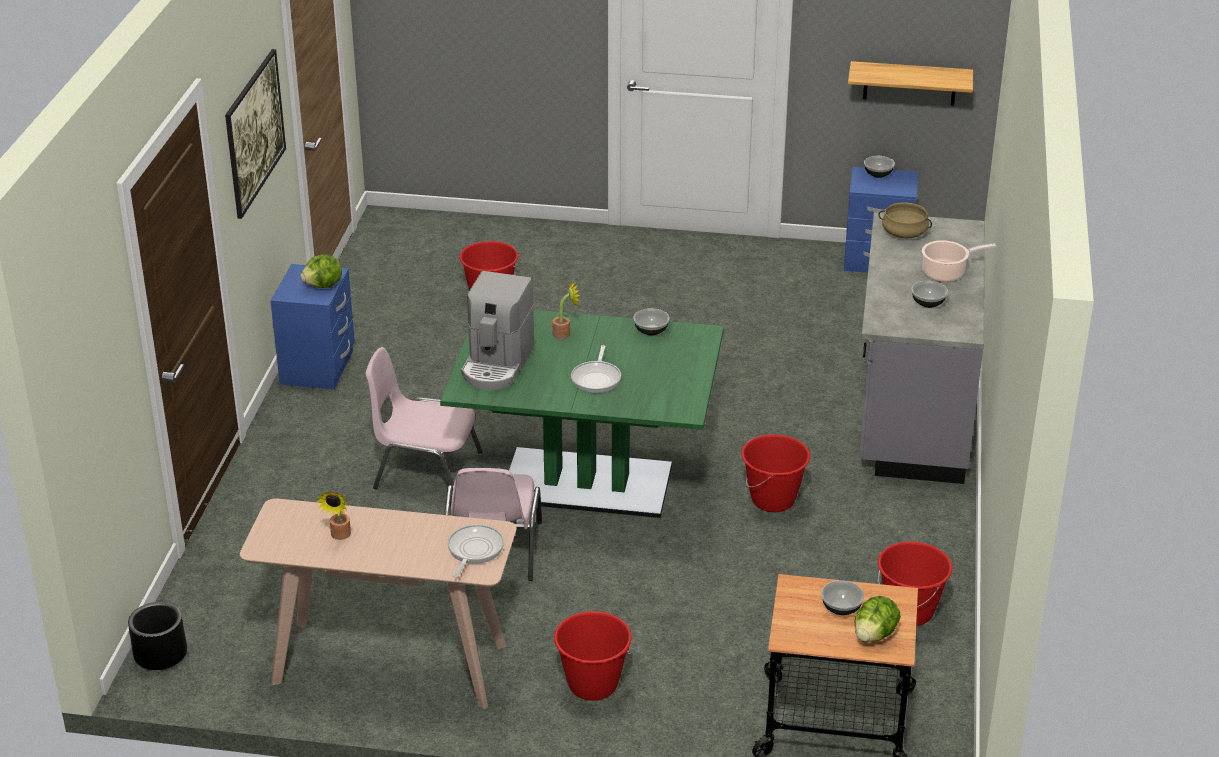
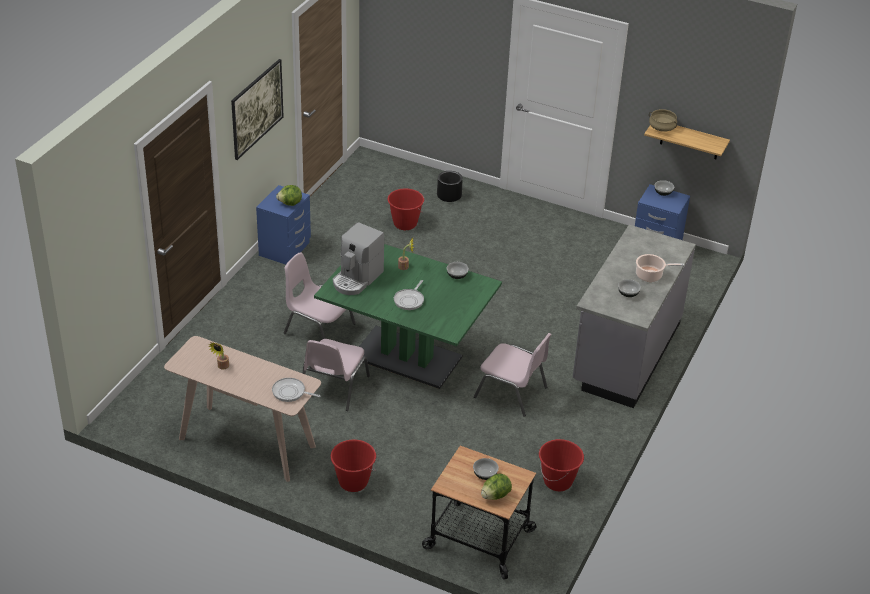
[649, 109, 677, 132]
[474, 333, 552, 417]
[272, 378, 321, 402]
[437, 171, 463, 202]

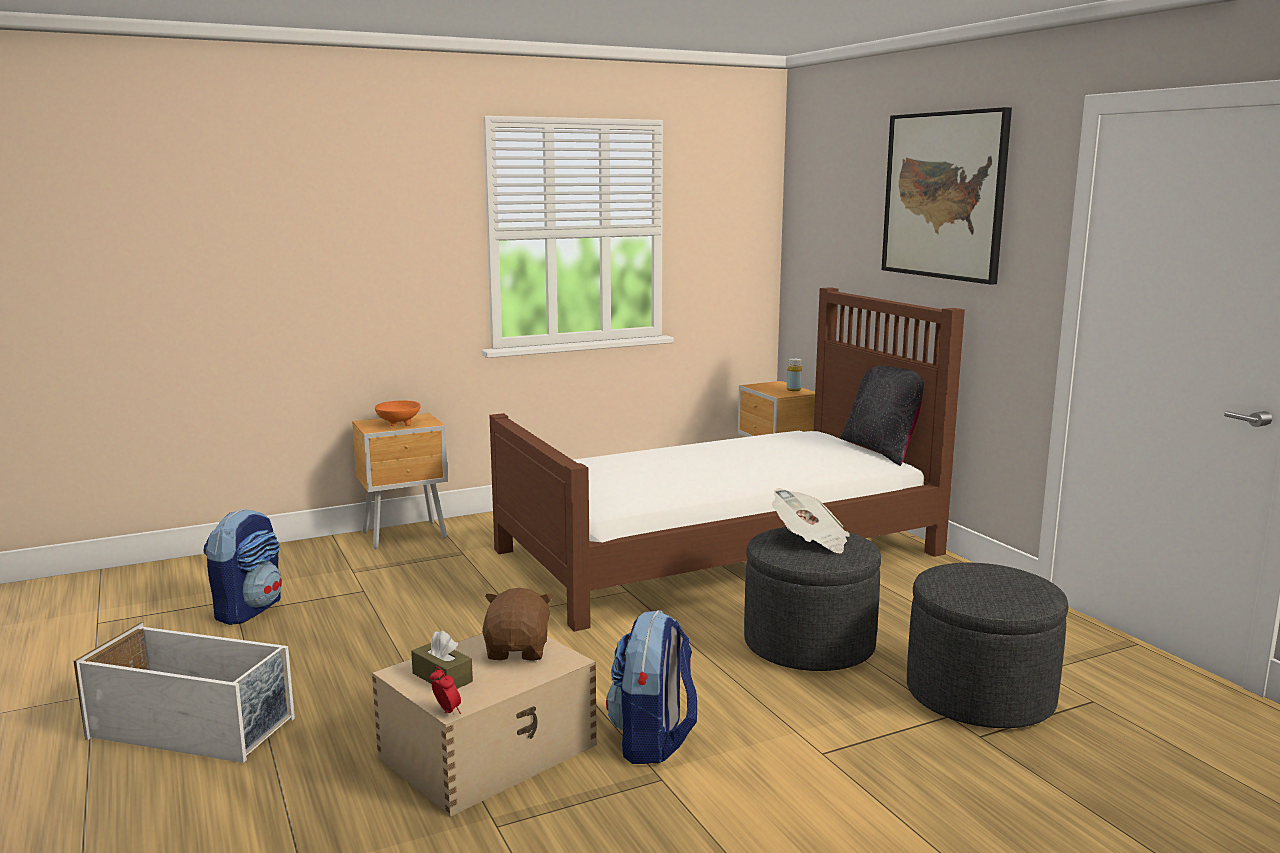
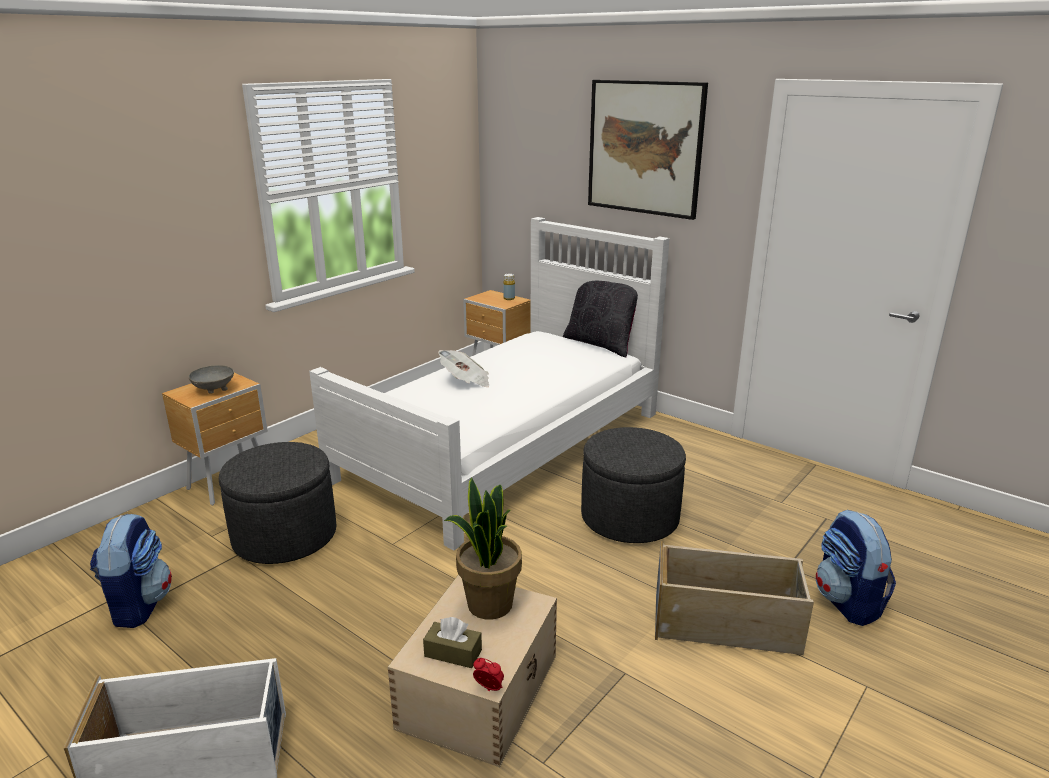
[309, 217, 670, 550]
[189, 365, 234, 394]
[438, 350, 489, 387]
[219, 442, 336, 564]
[444, 477, 522, 620]
[815, 510, 896, 626]
[655, 541, 814, 655]

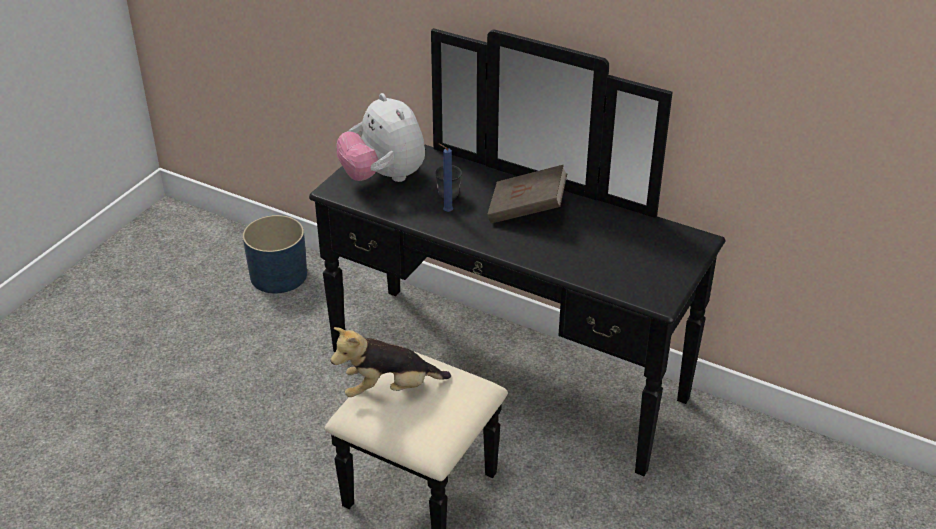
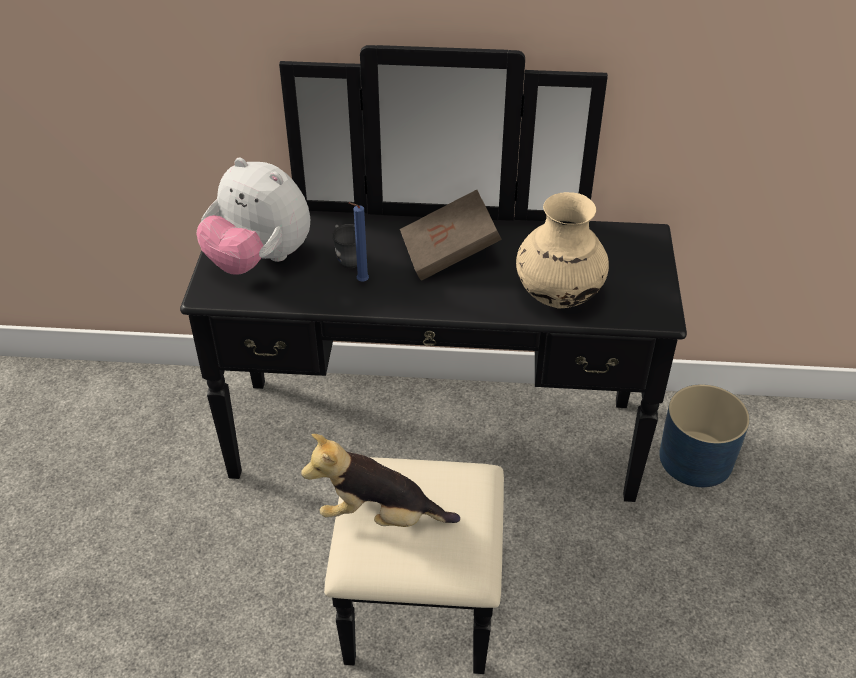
[659, 384, 750, 487]
[301, 434, 460, 527]
[516, 192, 609, 309]

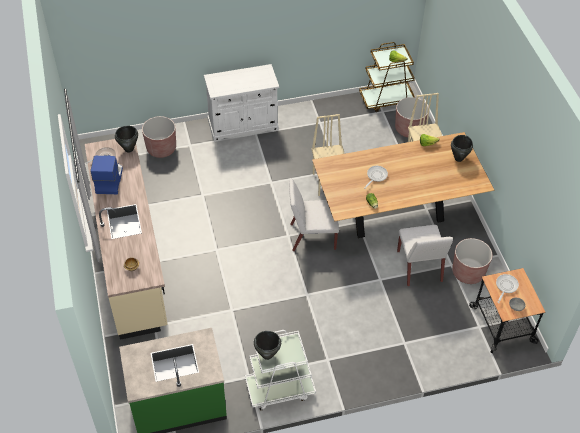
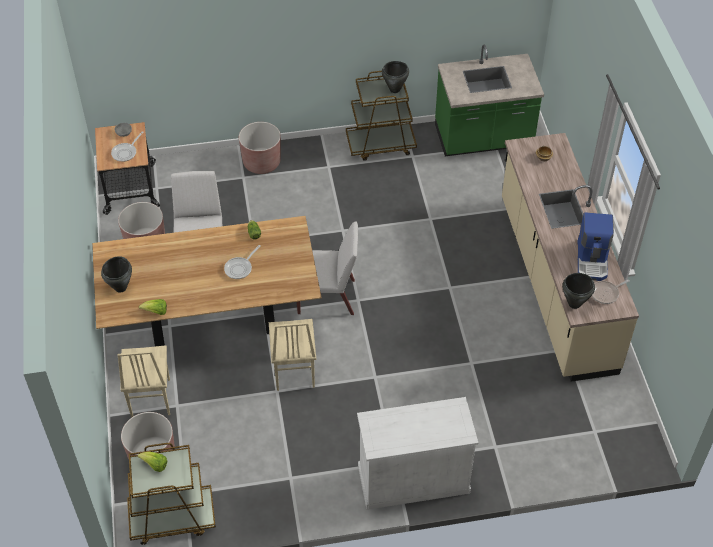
[239, 122, 281, 174]
[346, 71, 417, 161]

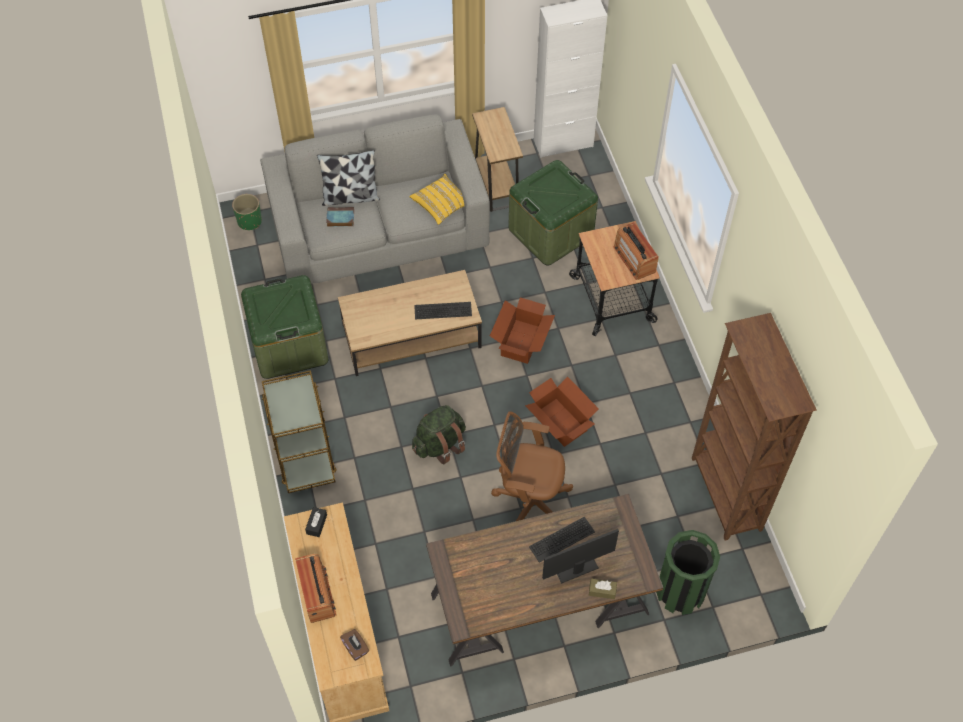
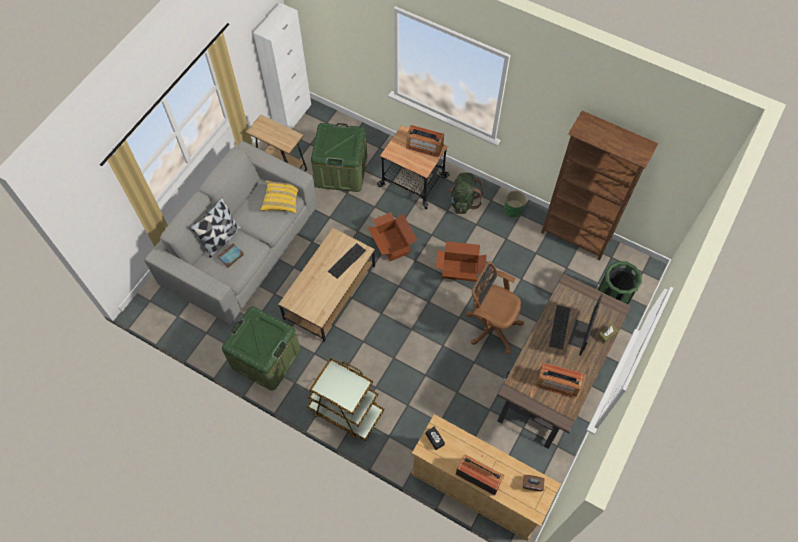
[504, 190, 526, 218]
[448, 172, 483, 214]
[466, 262, 524, 354]
[536, 363, 584, 398]

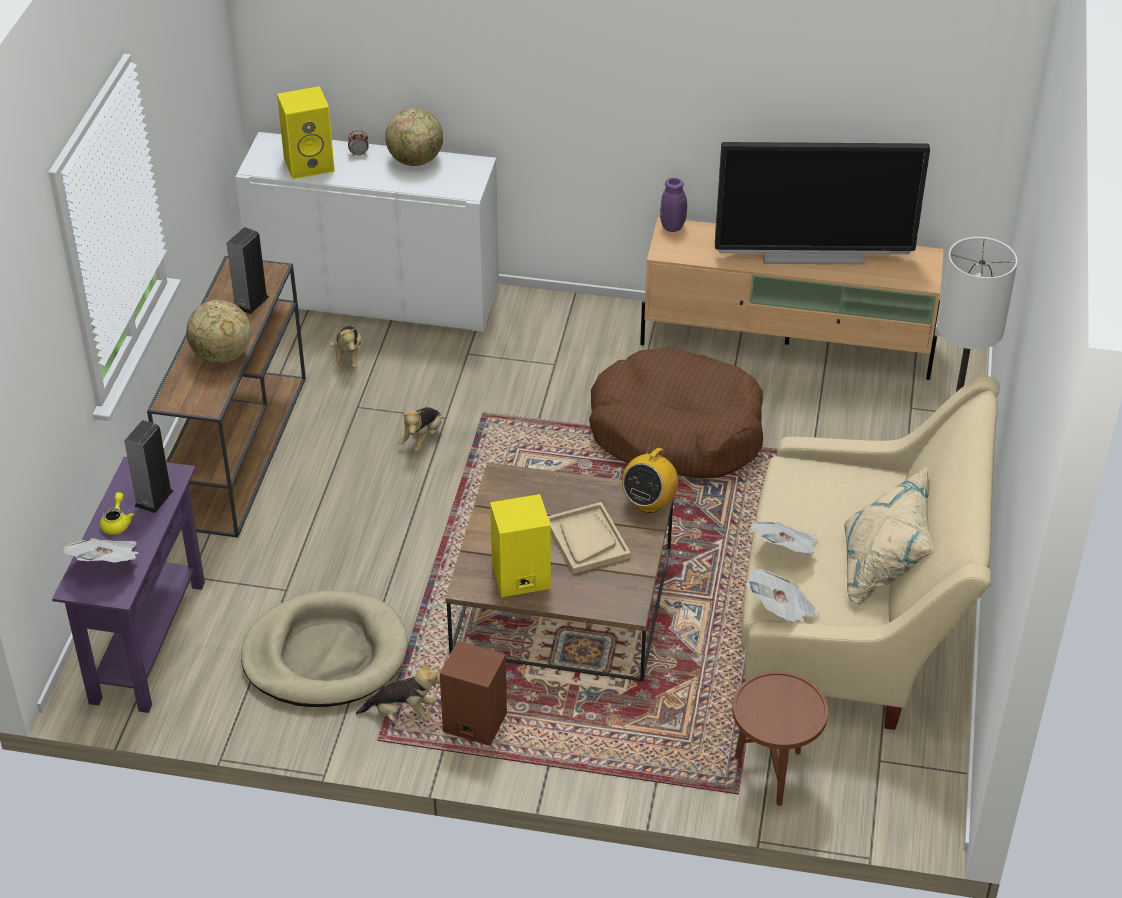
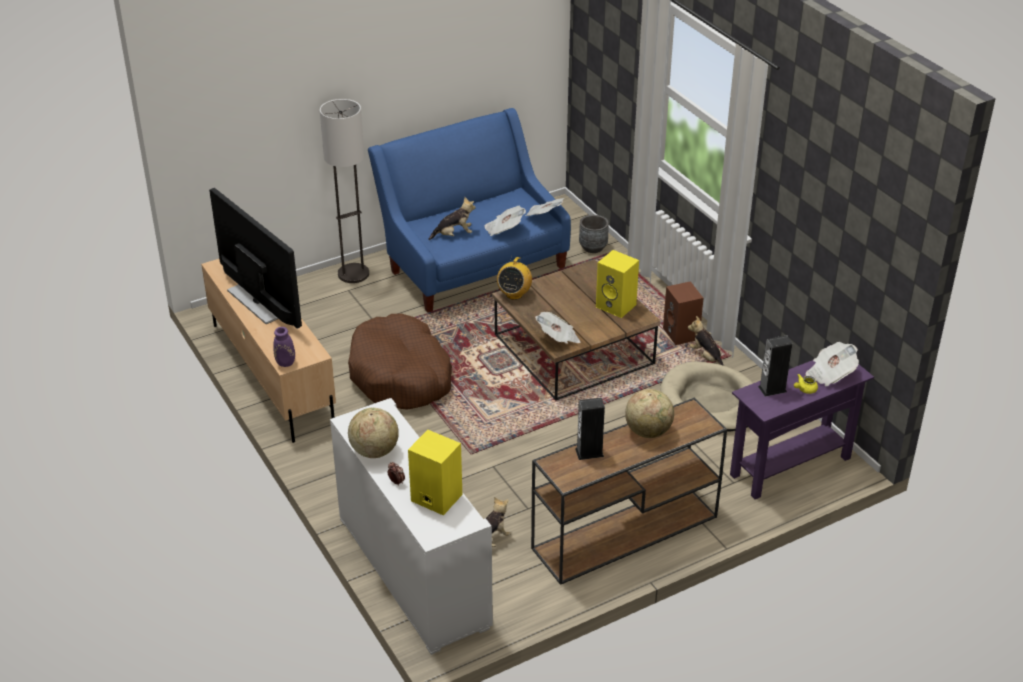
[368, 108, 571, 313]
[428, 197, 476, 240]
[497, 257, 532, 300]
[844, 466, 934, 608] (first image)
[548, 502, 631, 574] (first image)
[579, 215, 609, 253]
[535, 312, 580, 344]

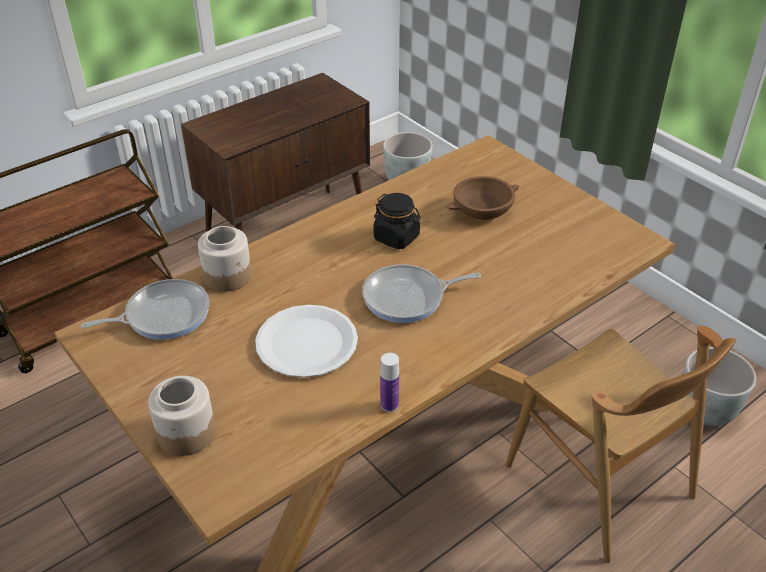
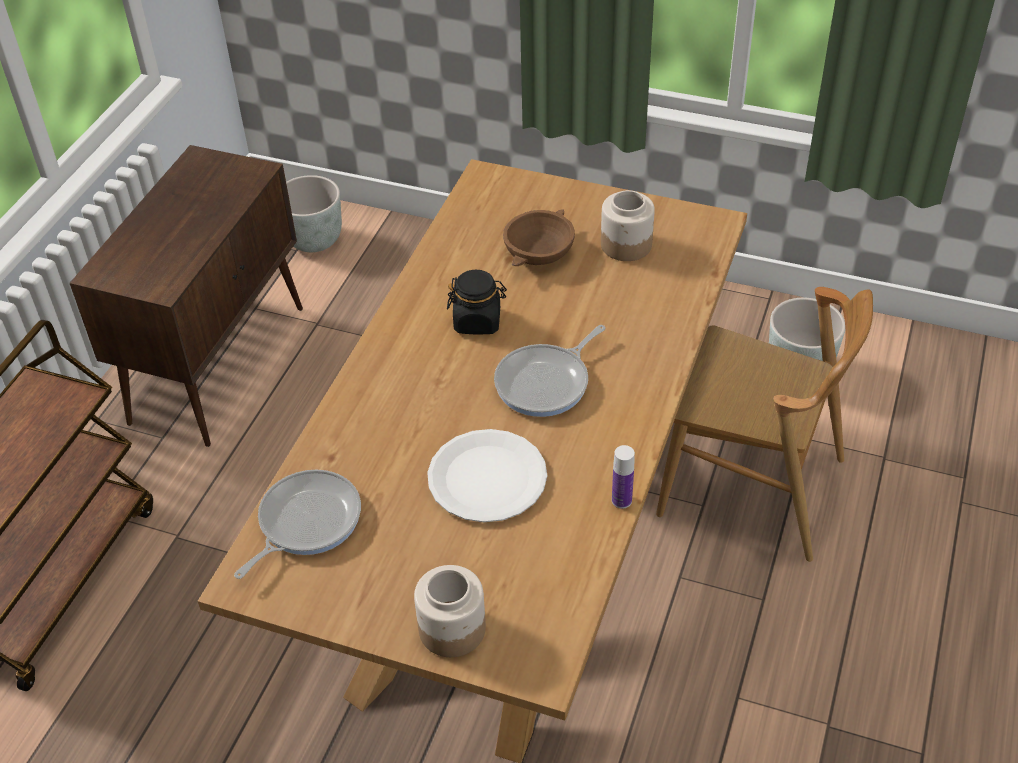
[601, 190, 655, 261]

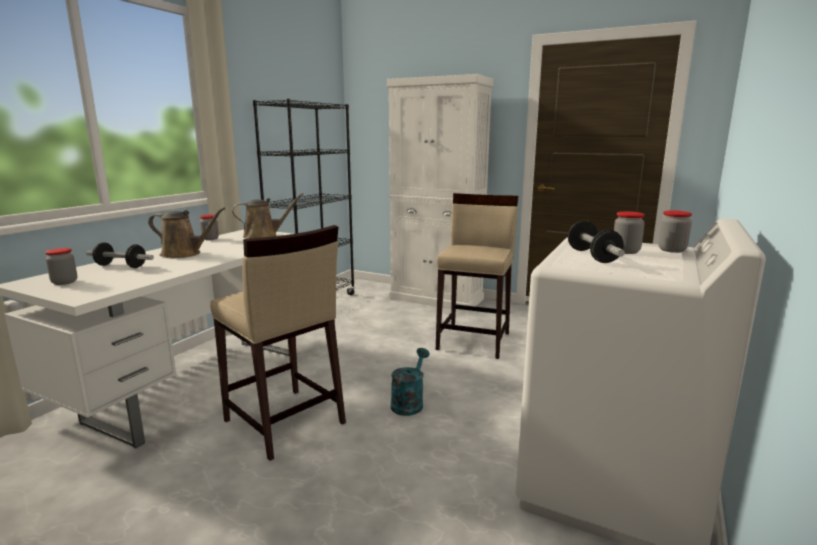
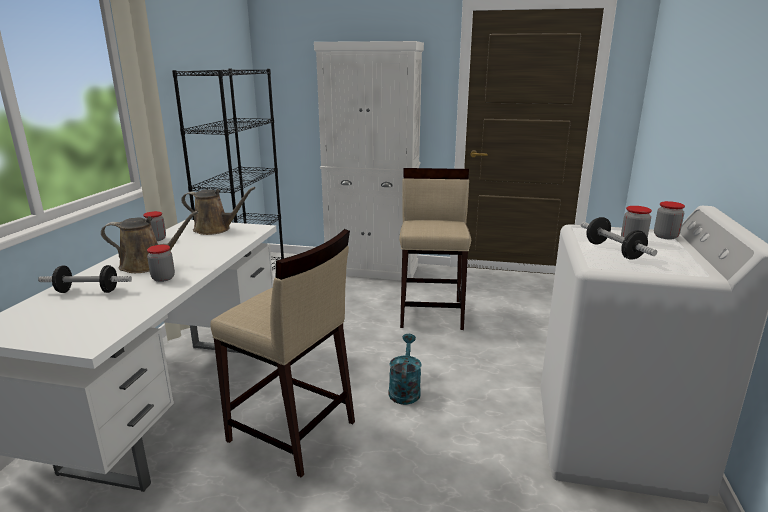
[181, 187, 255, 235]
[147, 245, 175, 282]

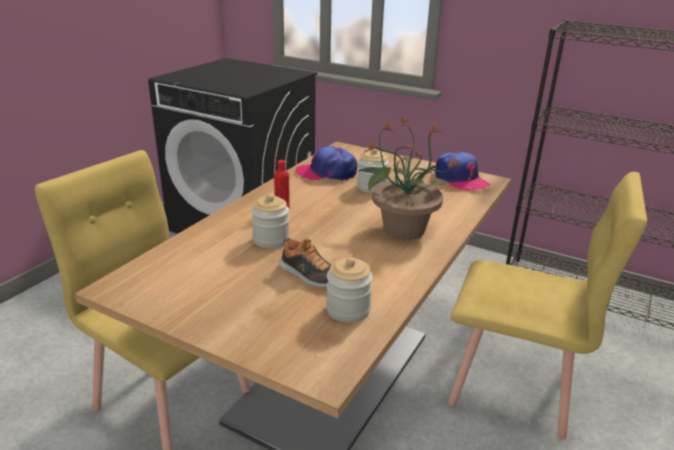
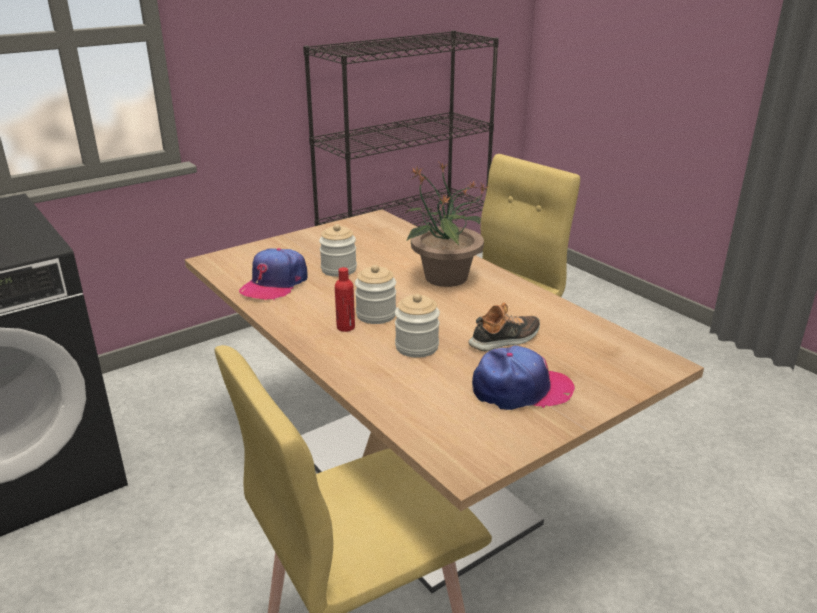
[472, 345, 575, 410]
[355, 265, 396, 324]

